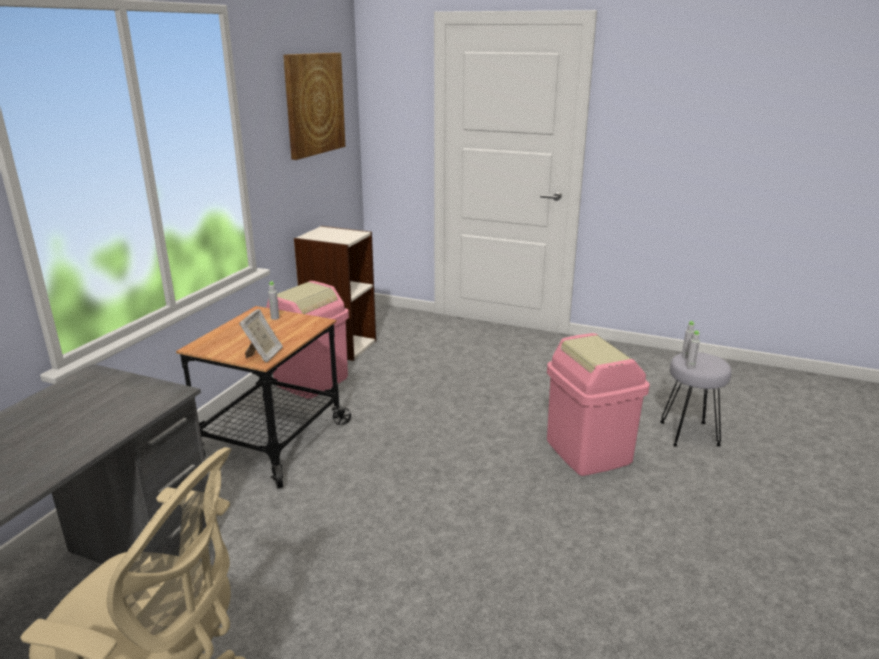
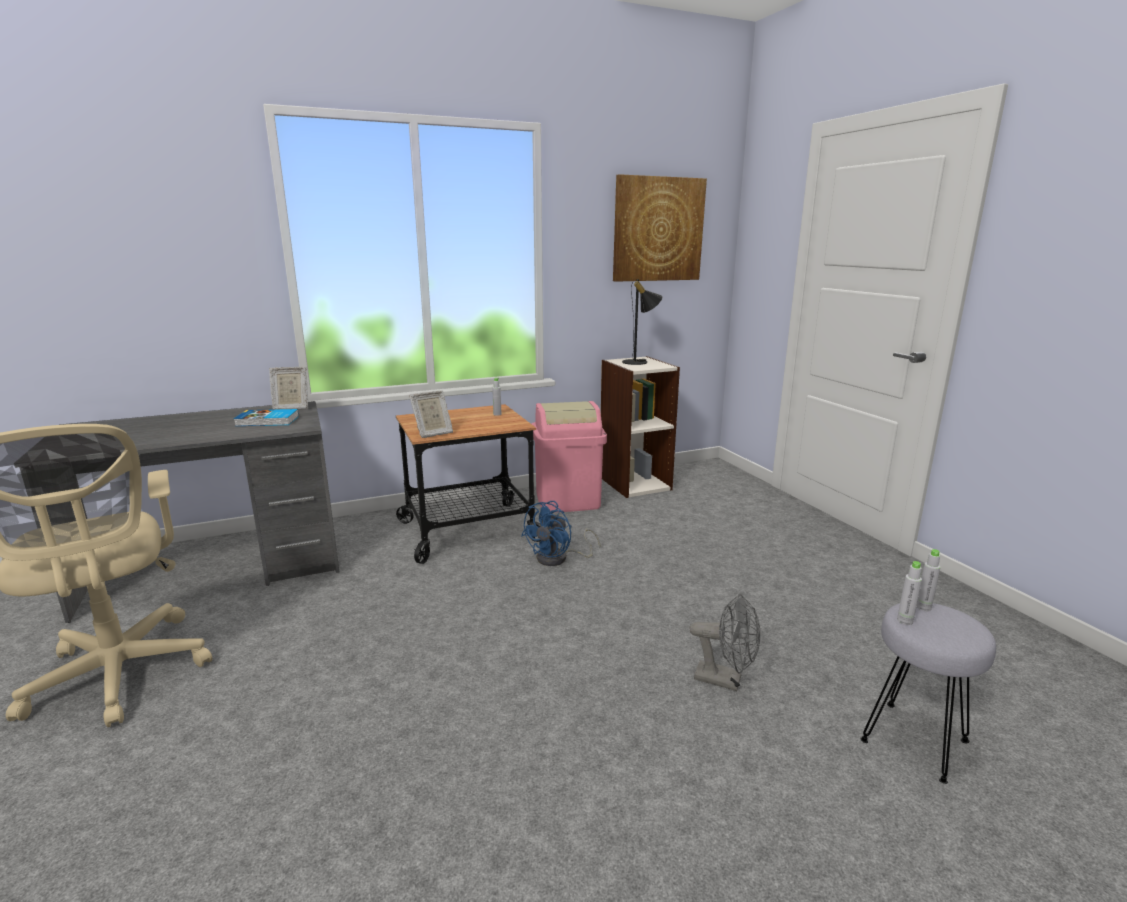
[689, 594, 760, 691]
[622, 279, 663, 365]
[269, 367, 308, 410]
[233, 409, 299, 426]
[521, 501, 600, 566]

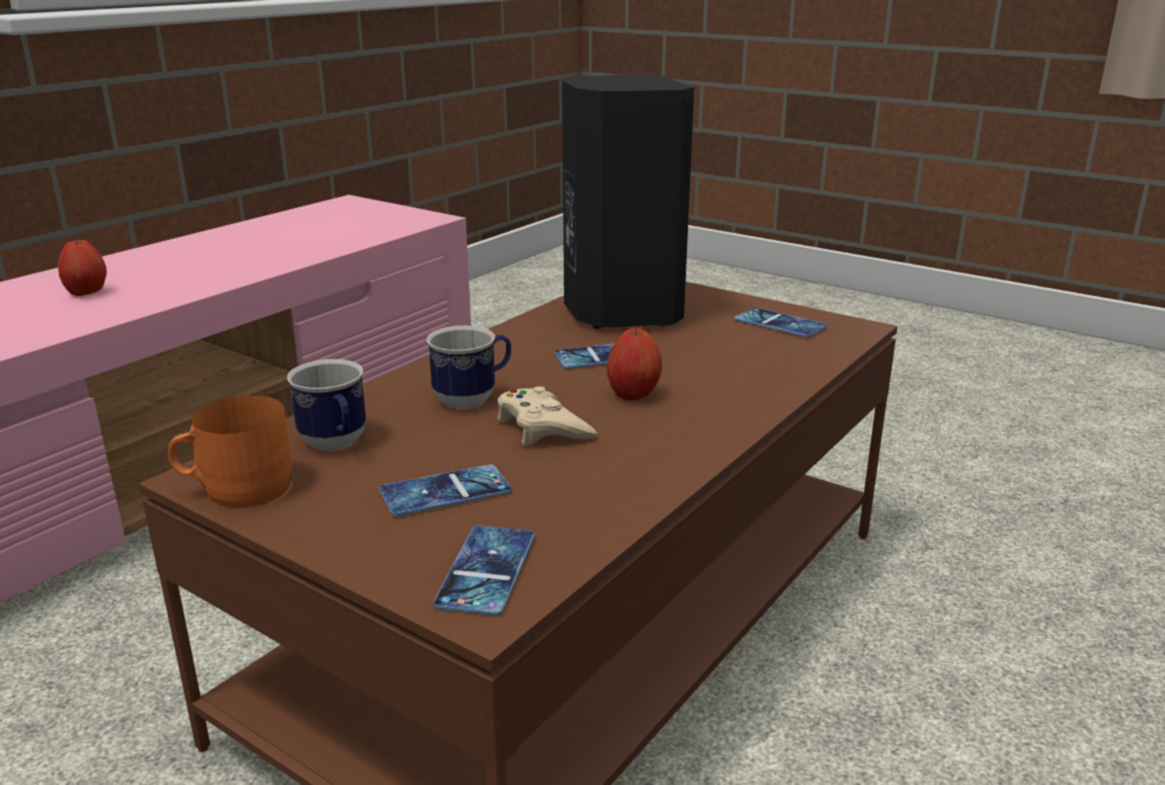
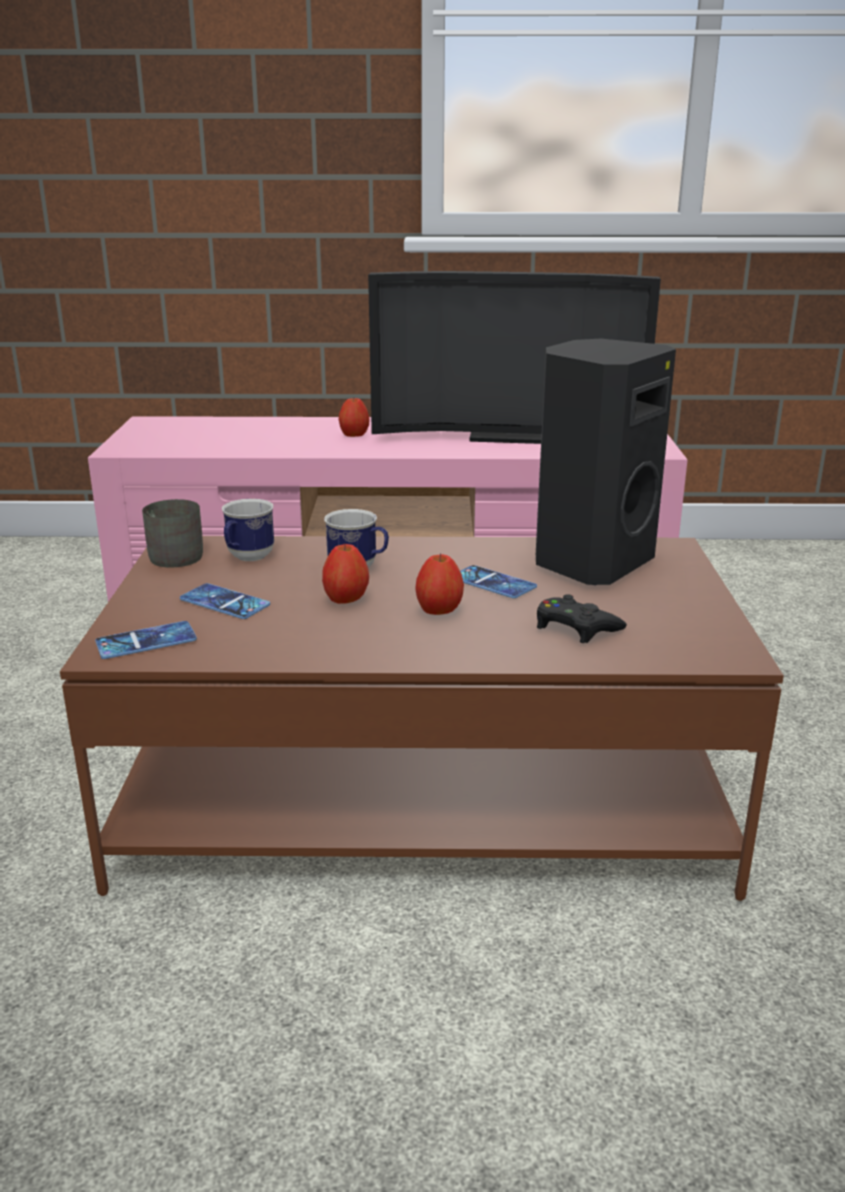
[734, 308, 827, 337] (first image)
[322, 544, 369, 604]
[142, 499, 203, 568]
[368, 271, 661, 444]
[537, 594, 627, 643]

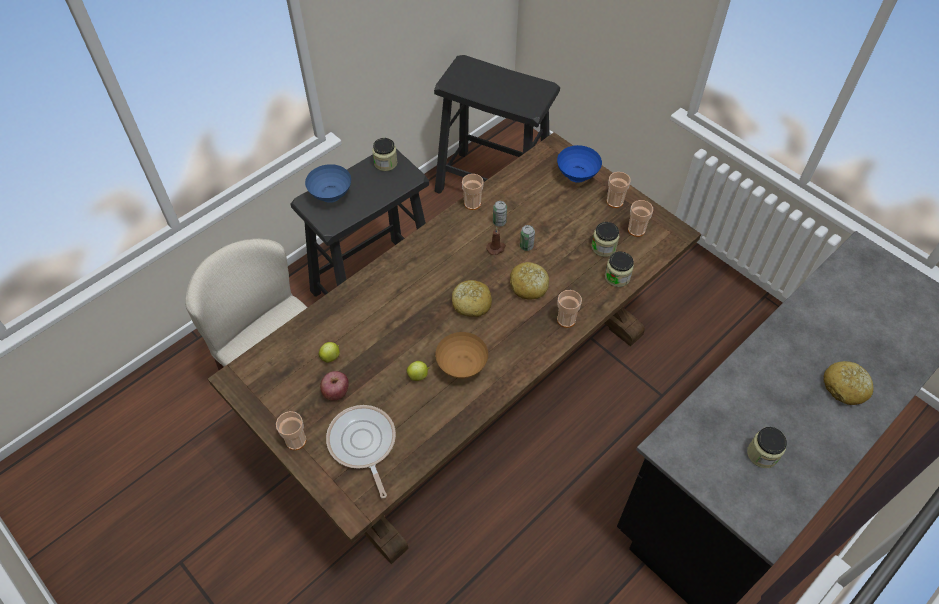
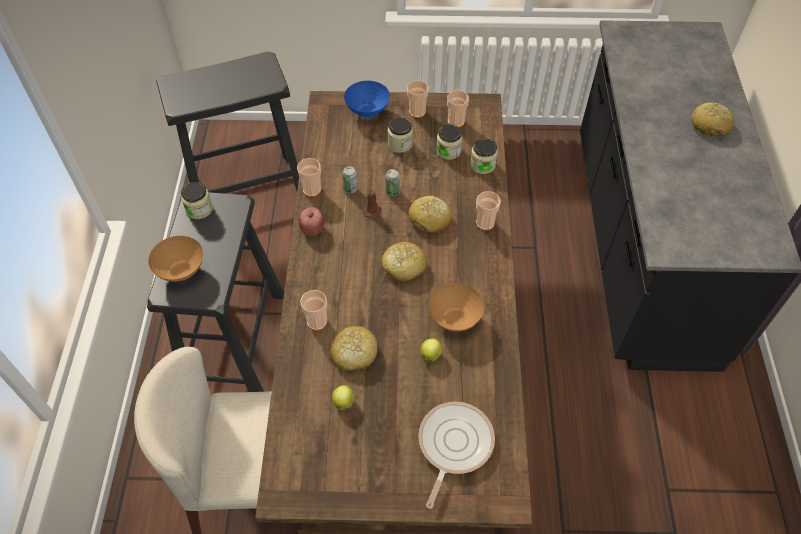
[148, 236, 203, 282]
[298, 207, 324, 237]
[418, 402, 495, 509]
[300, 290, 327, 331]
[388, 117, 413, 153]
[331, 326, 377, 371]

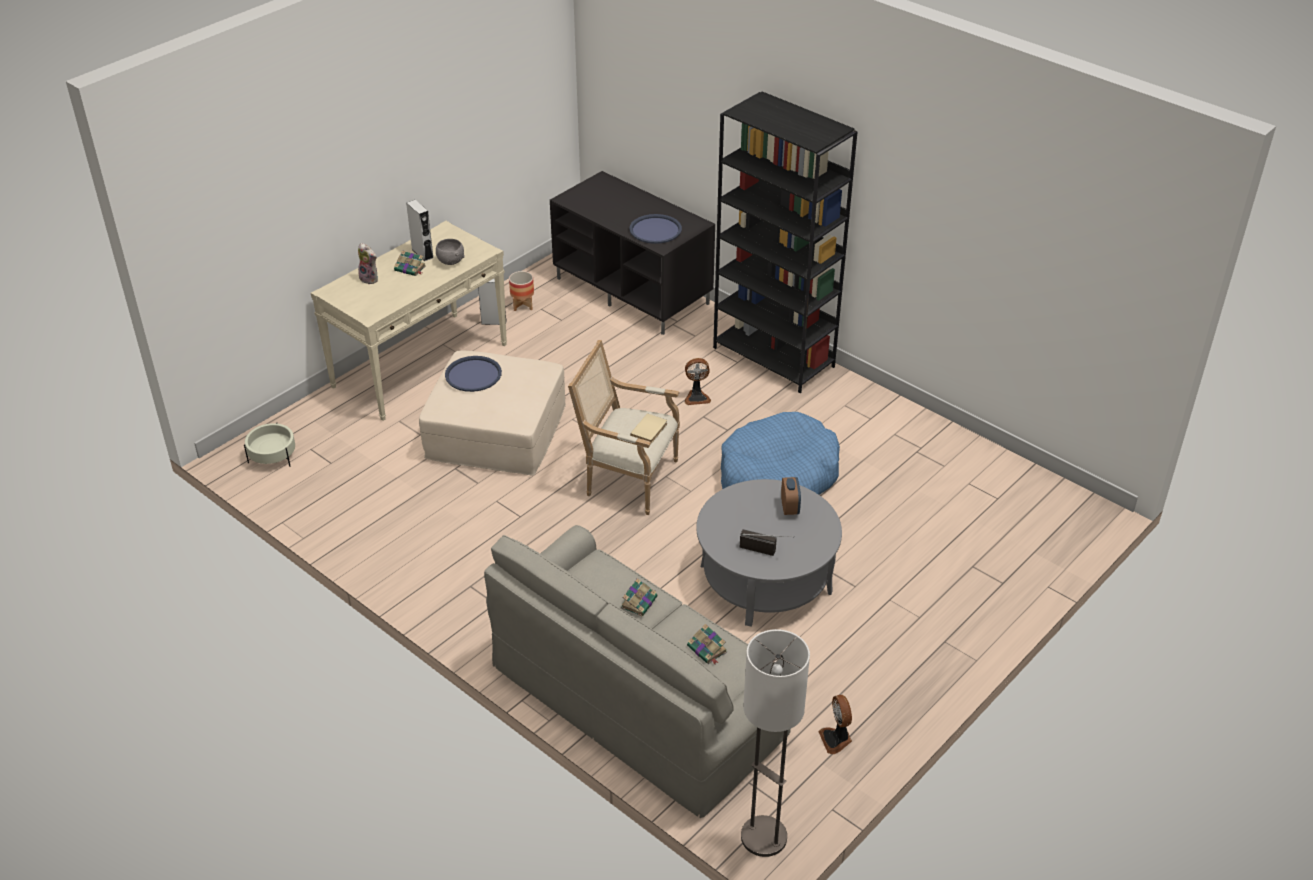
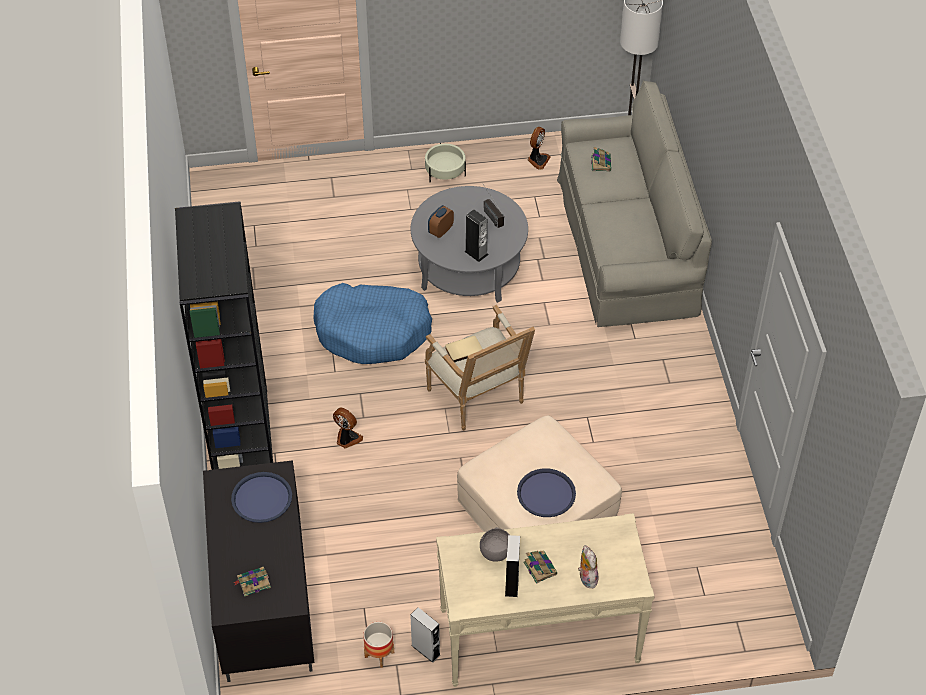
[425, 143, 466, 182]
[233, 567, 271, 597]
[464, 210, 488, 262]

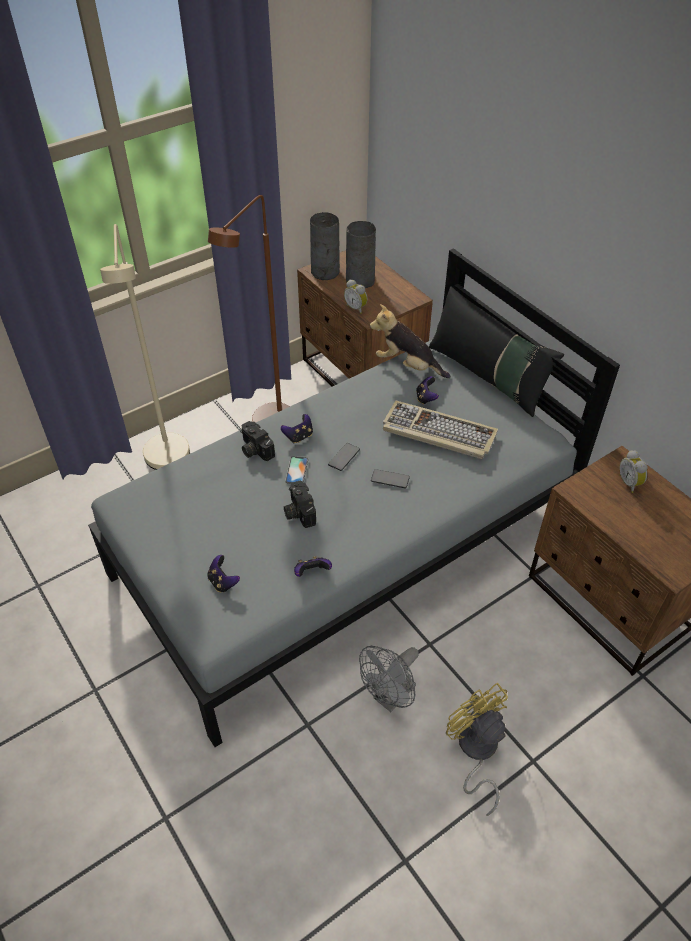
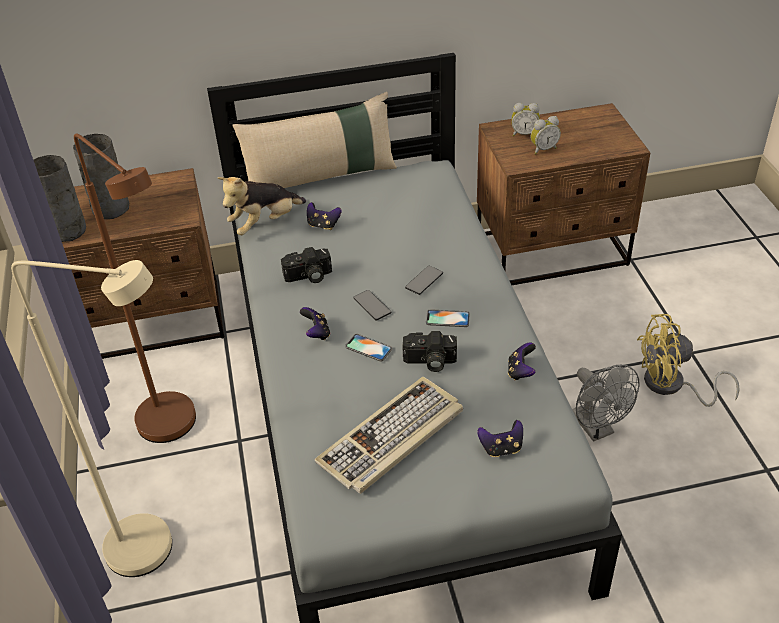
[531, 116, 561, 154]
[232, 92, 397, 188]
[315, 377, 463, 494]
[281, 247, 332, 283]
[426, 309, 470, 327]

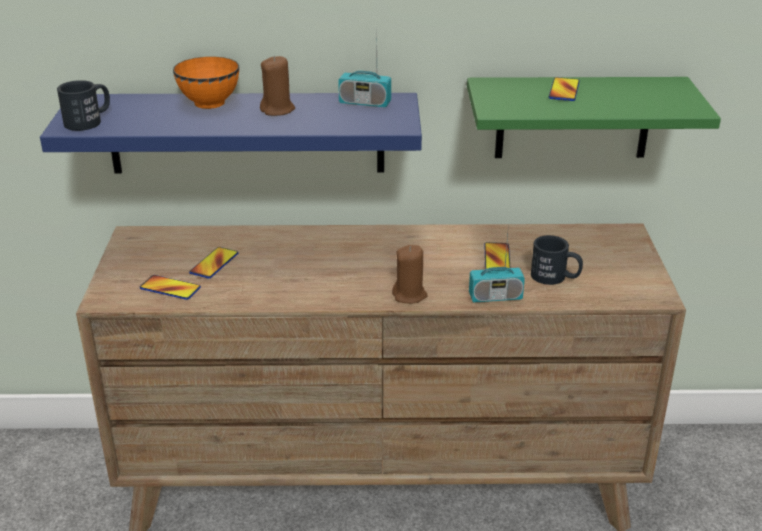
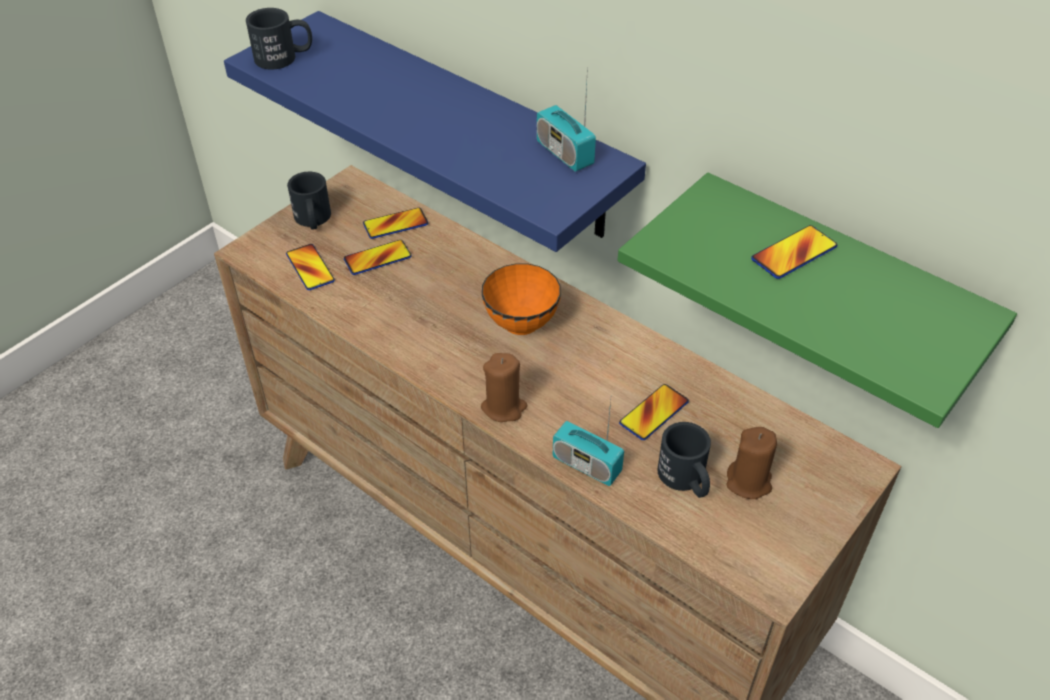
[482, 263, 561, 335]
[726, 427, 777, 499]
[287, 172, 331, 230]
[363, 208, 428, 239]

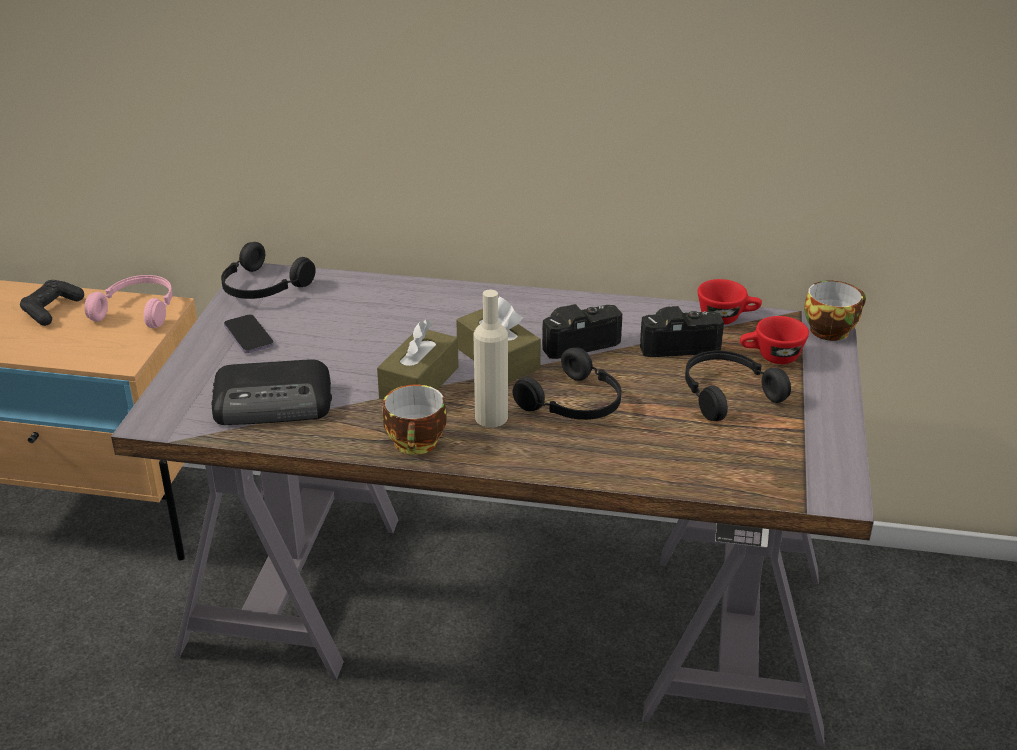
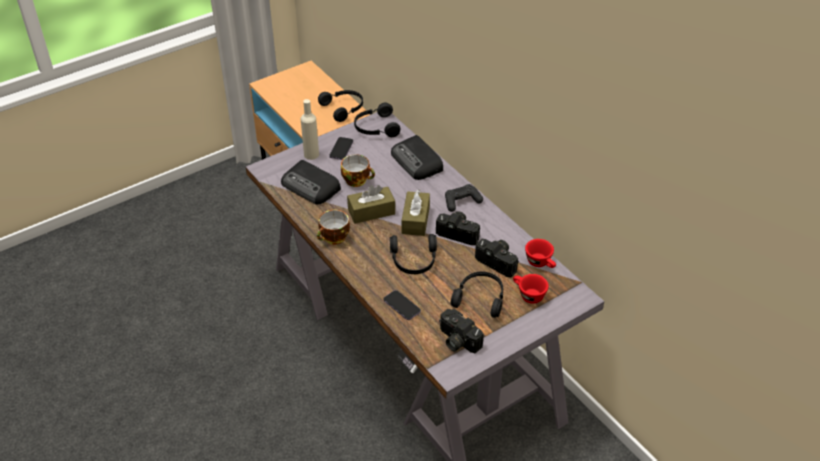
[318, 90, 363, 122]
[445, 184, 483, 212]
[341, 154, 375, 187]
[301, 99, 319, 160]
[391, 135, 443, 180]
[383, 290, 421, 320]
[439, 309, 484, 353]

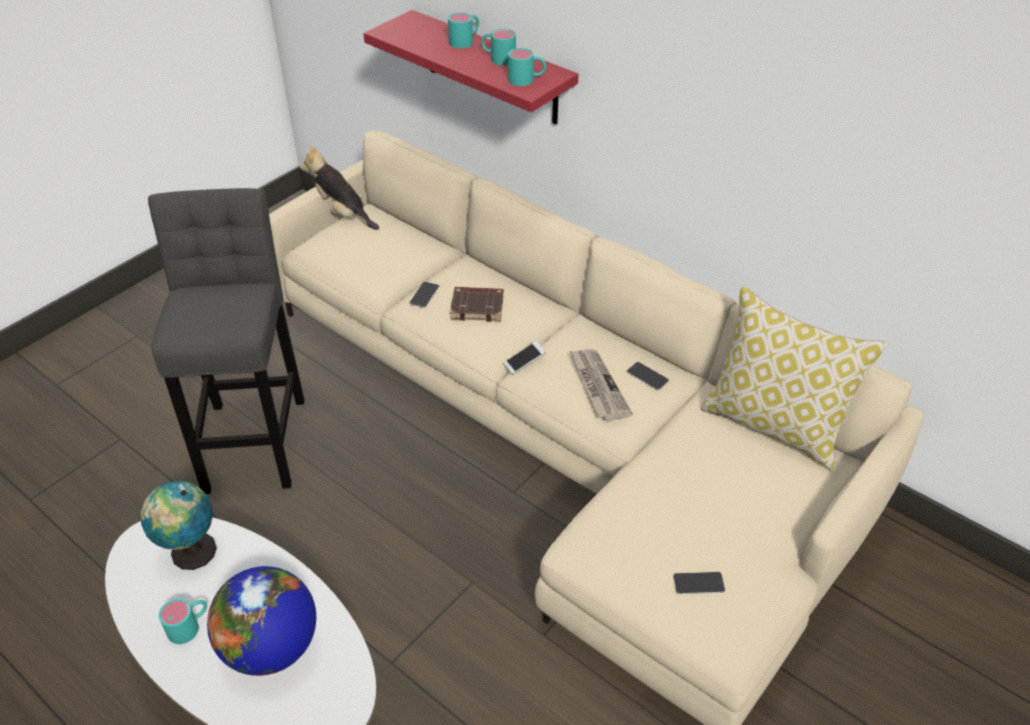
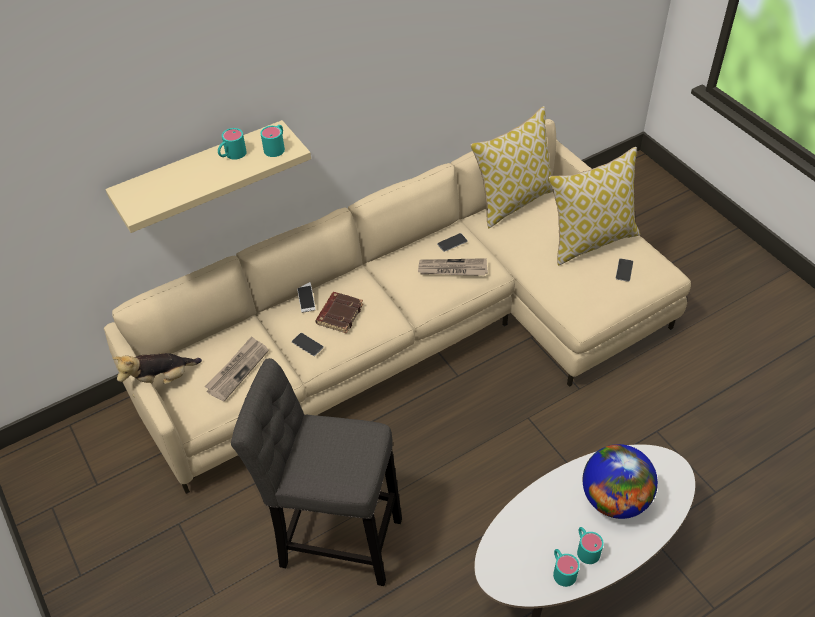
[105, 120, 311, 233]
[553, 549, 580, 587]
[297, 282, 316, 313]
[141, 481, 217, 570] (first image)
[549, 147, 640, 266]
[205, 336, 269, 401]

